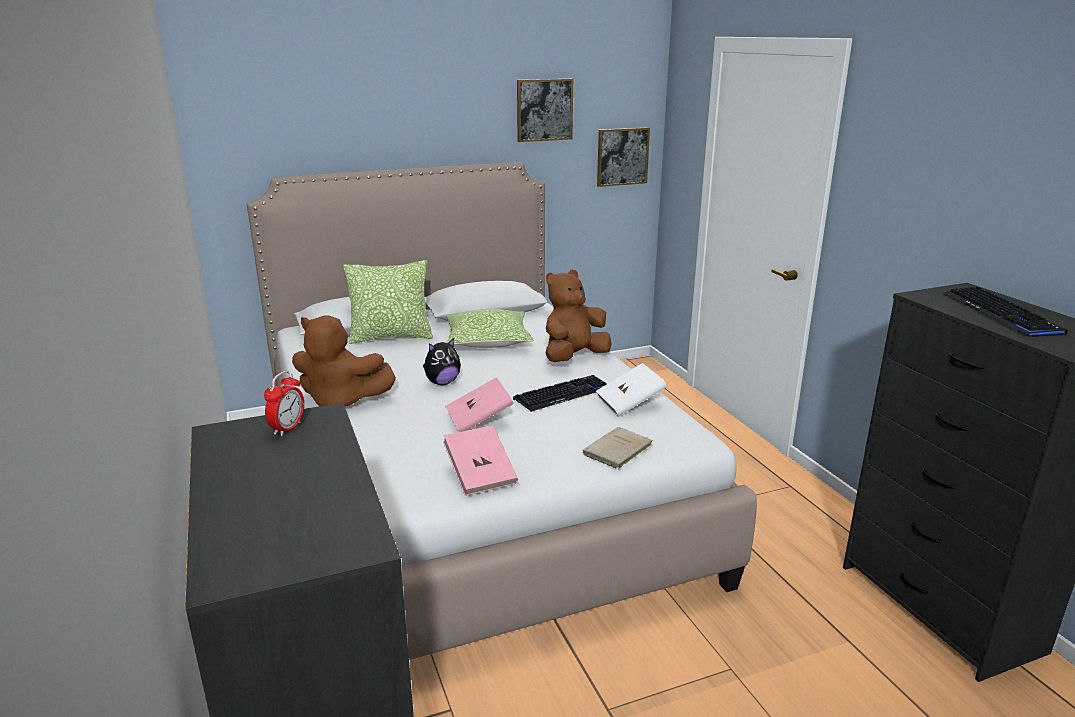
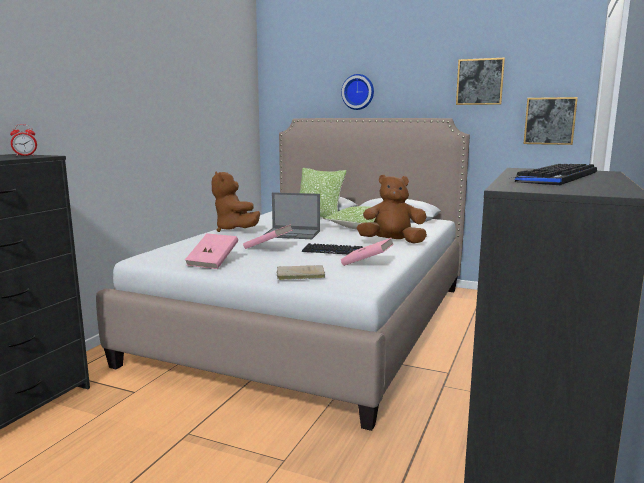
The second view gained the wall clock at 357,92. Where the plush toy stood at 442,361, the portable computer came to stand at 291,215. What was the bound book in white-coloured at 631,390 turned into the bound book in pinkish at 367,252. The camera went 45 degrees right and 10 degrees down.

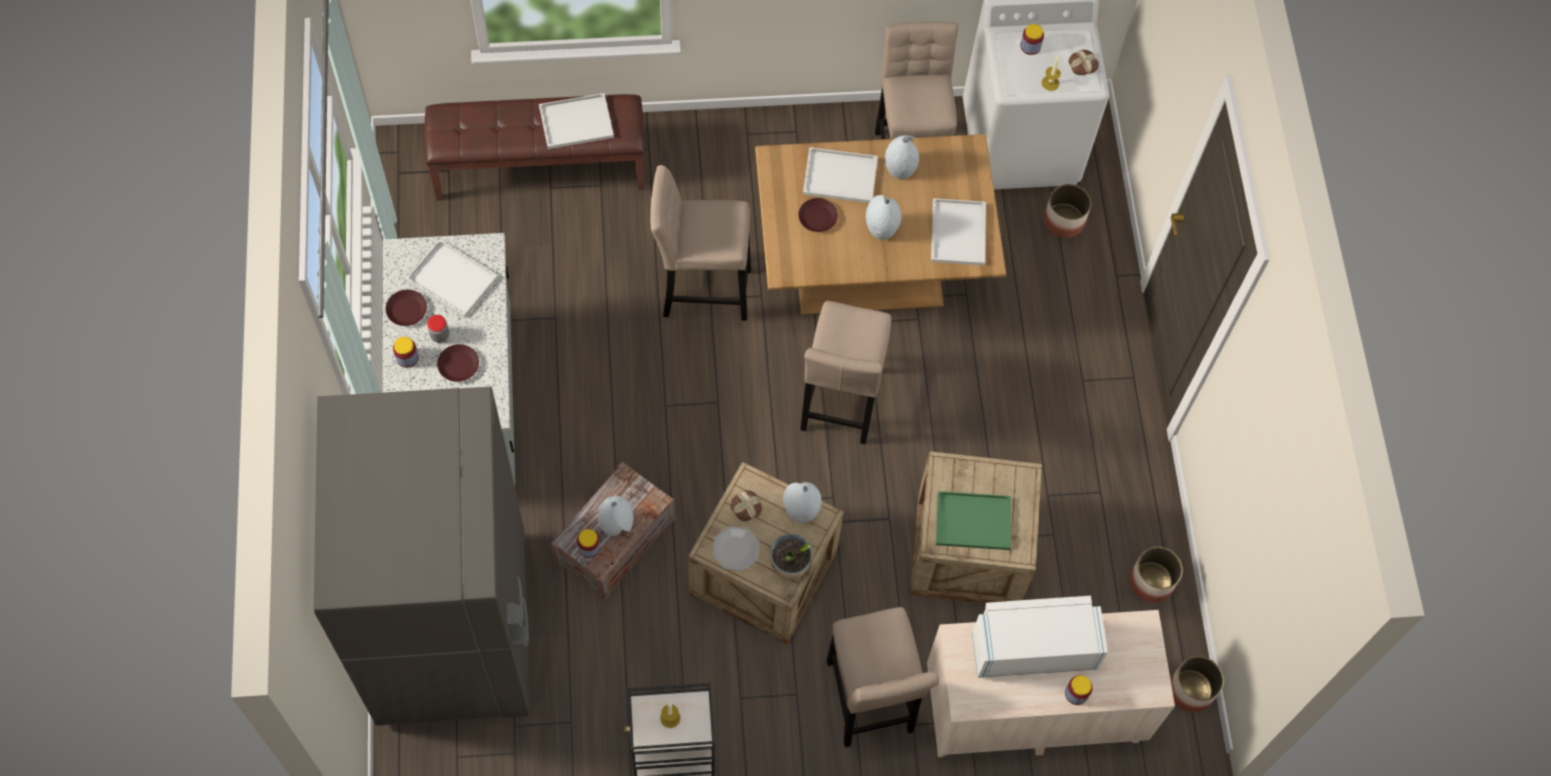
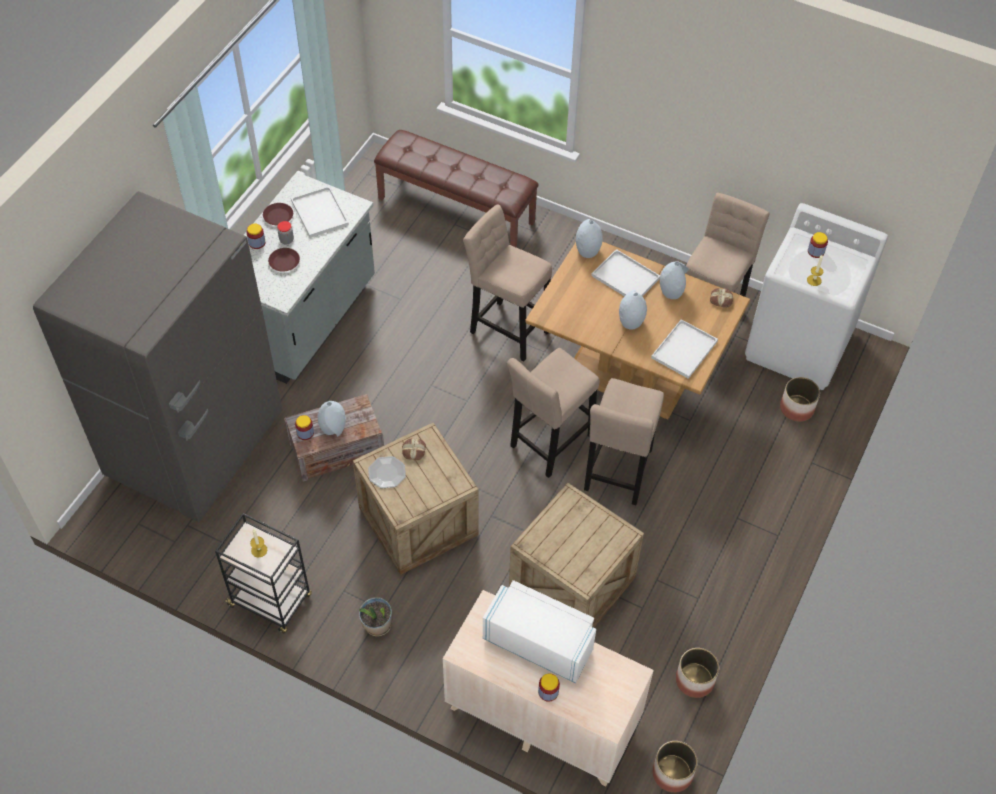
The second view lost the tray in white-coloured at 576,121. The second view lost the plate in brown-coloured at 818,215. The second view lost the tray in green-coloured at 973,520. The potted plant ended up elsewhere, having gone from 791,557 to 376,616. The vase in greyish ended up elsewhere, having gone from 802,502 to 589,238. The stool seat in beige ended up elsewhere, having gone from 883,677 to 624,441. The bakery bread ended up elsewhere, having gone from 1084,62 to 721,298. The camera went 35 degrees right and 10 degrees down.

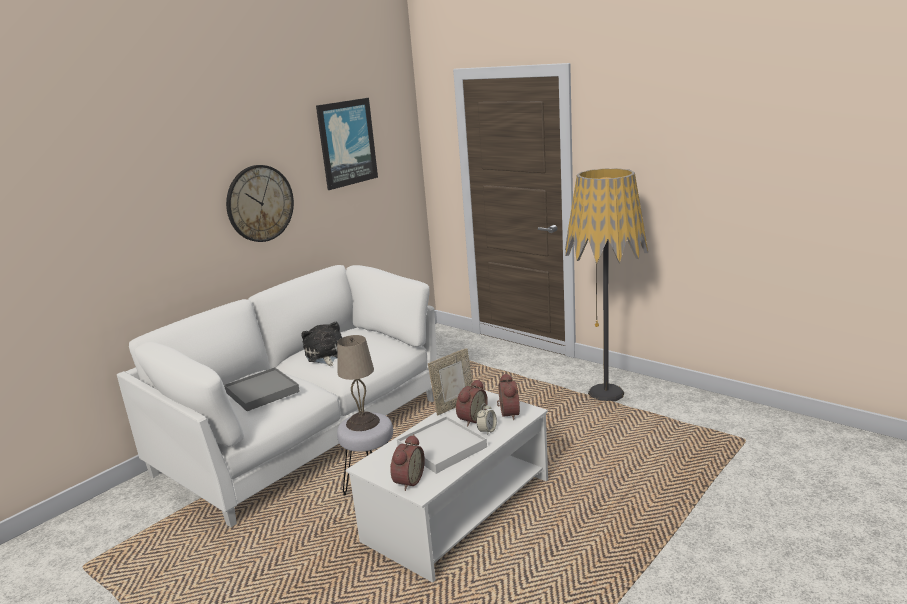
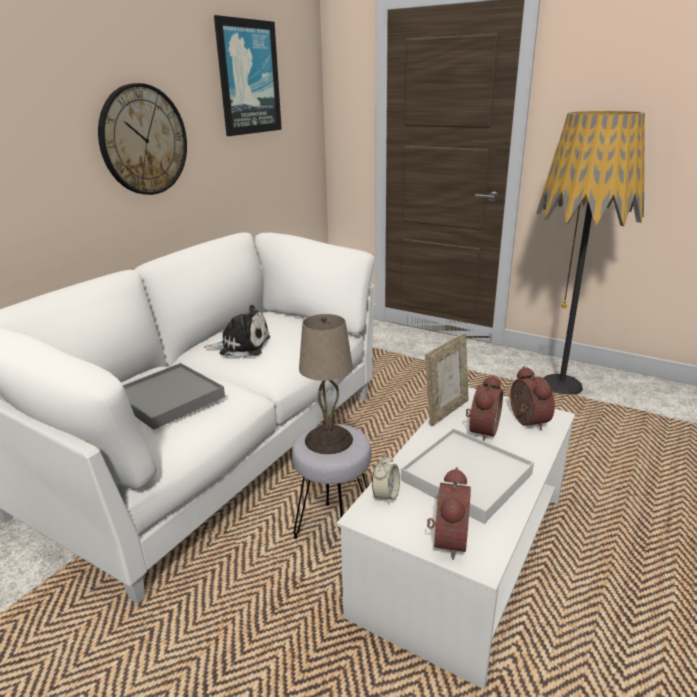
The alarm clock ended up elsewhere, having gone from 486,419 to 386,479. The plush toy at 321,344 ended up facing another way, 120 degrees clockwise from before. The camera went 10 degrees left and 5 degrees up.

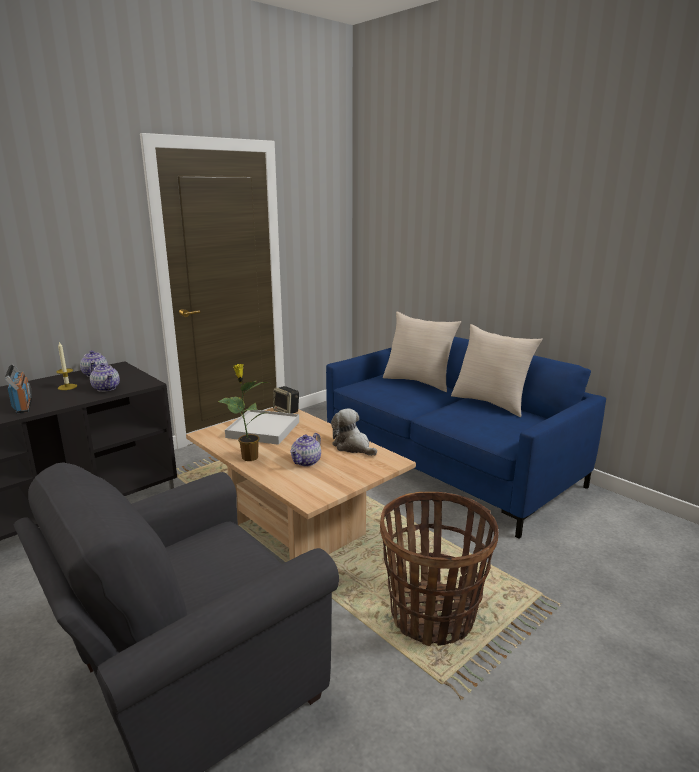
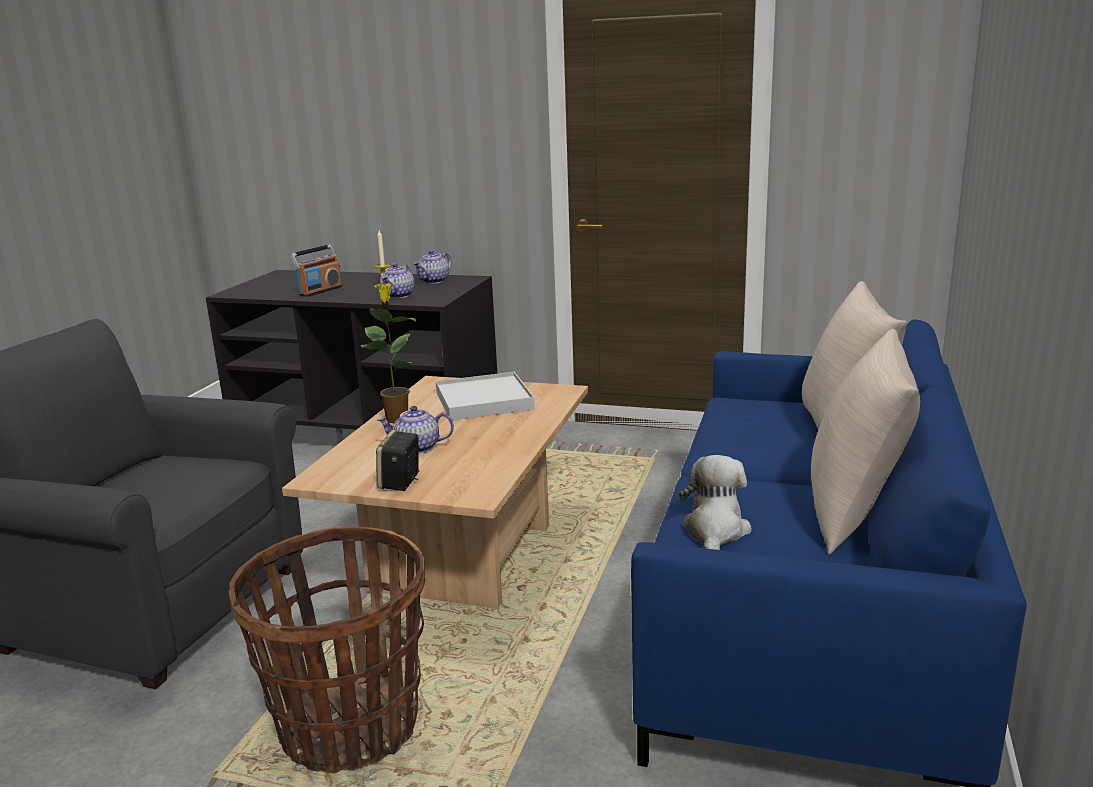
The loudspeaker ended up elsewhere, having gone from 286,400 to 397,460. The plush toy ended up elsewhere, having gone from 354,432 to 715,502. The camera went 60 degrees right and 0 degrees up.

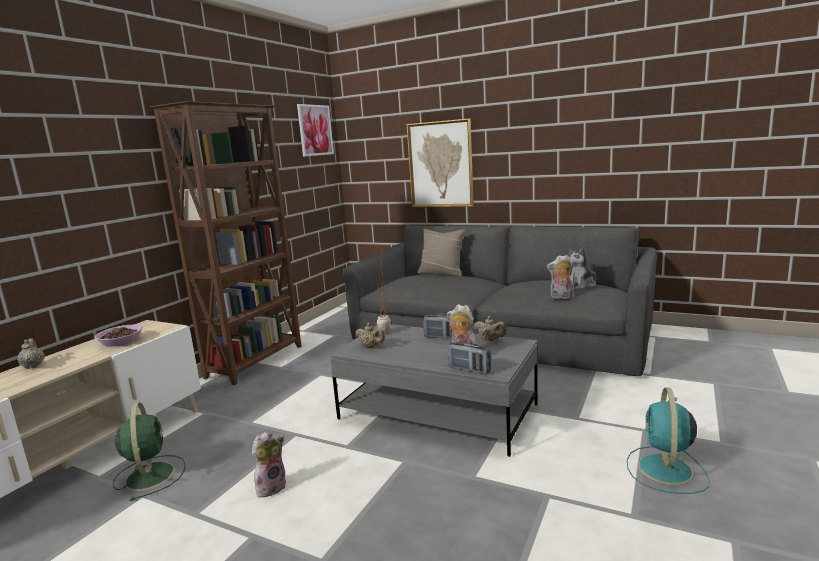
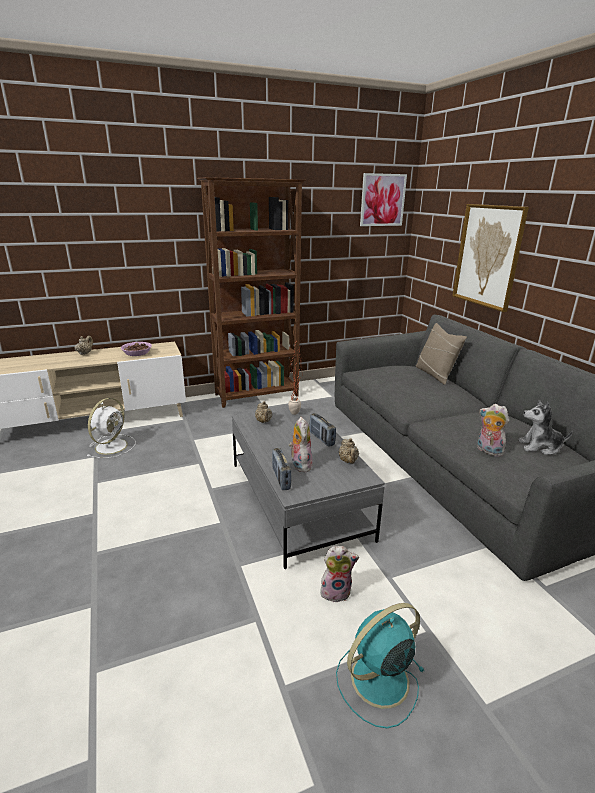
The plush toy ended up elsewhere, having gone from 269,464 to 339,574. What was the electric fan in green-coloured at 149,451 turned into the electric fan in white-coloured at 111,428. The camera went 40 degrees right and 10 degrees up.

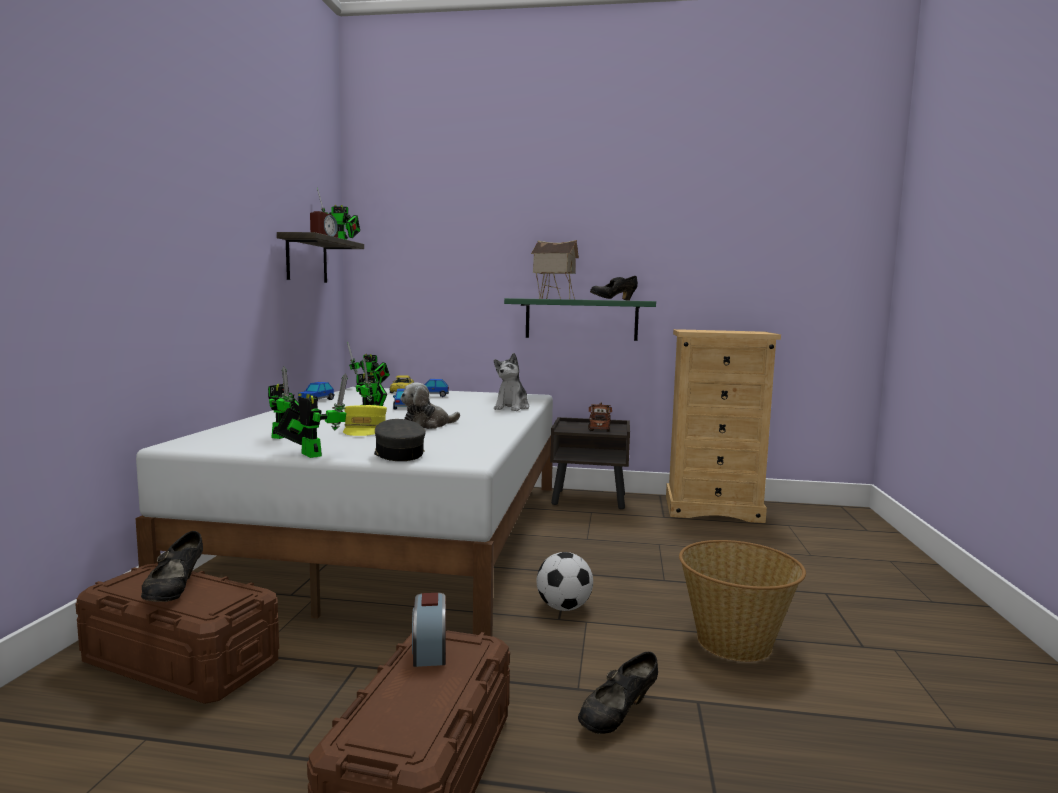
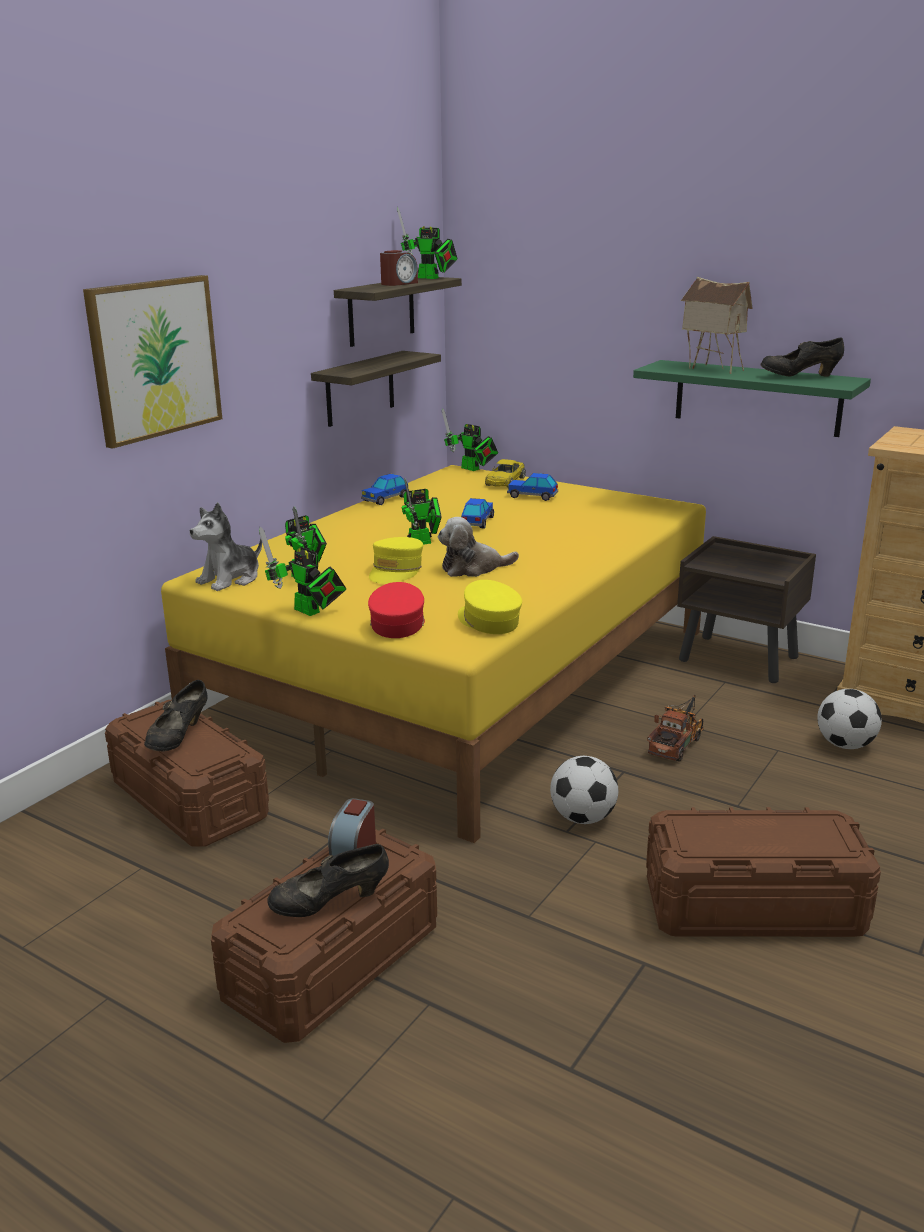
The second view gained the wall picture at 152,362. The second view gained the shelf at 376,389. The second view gained the cap in yellow at 490,607. The second view gained the football at 849,719. The plush toy ended up elsewhere, having gone from 512,382 to 226,546. The low shoe in black-coloured ended up elsewhere, having gone from 618,693 to 328,880. The toy truck ended up elsewhere, having gone from 600,417 to 675,728. Where the household basket stood at 742,601, the storage box in brown-coloured came to stand at 763,872. What was the bedroom bed in white-coloured at 344,511 turned into the bedroom bed in yellow at 433,654. What was the cap in greyish at 399,440 turned into the cap in red-coloured at 396,610. The model robot at 311,415 ended up facing another way, 150 degrees clockwise from before. The camera went 25 degrees right and 15 degrees up.

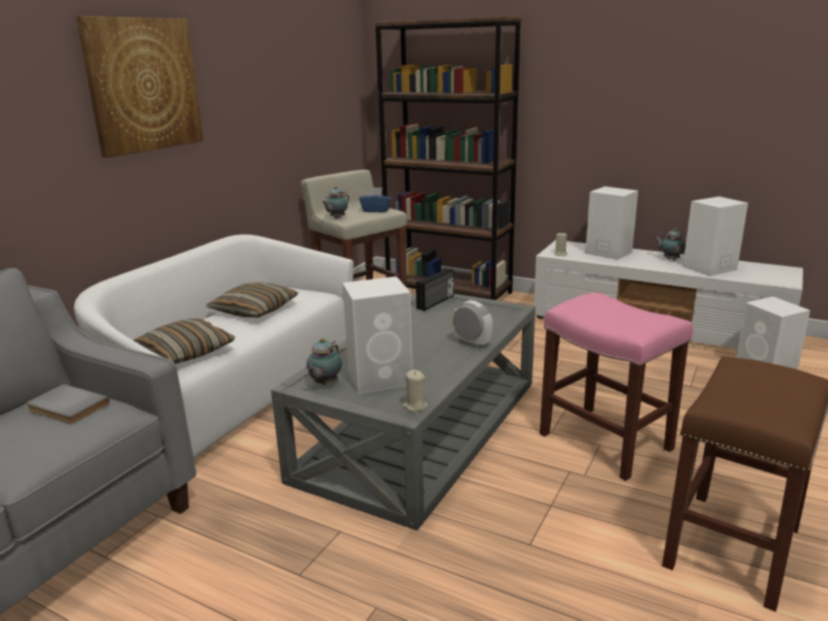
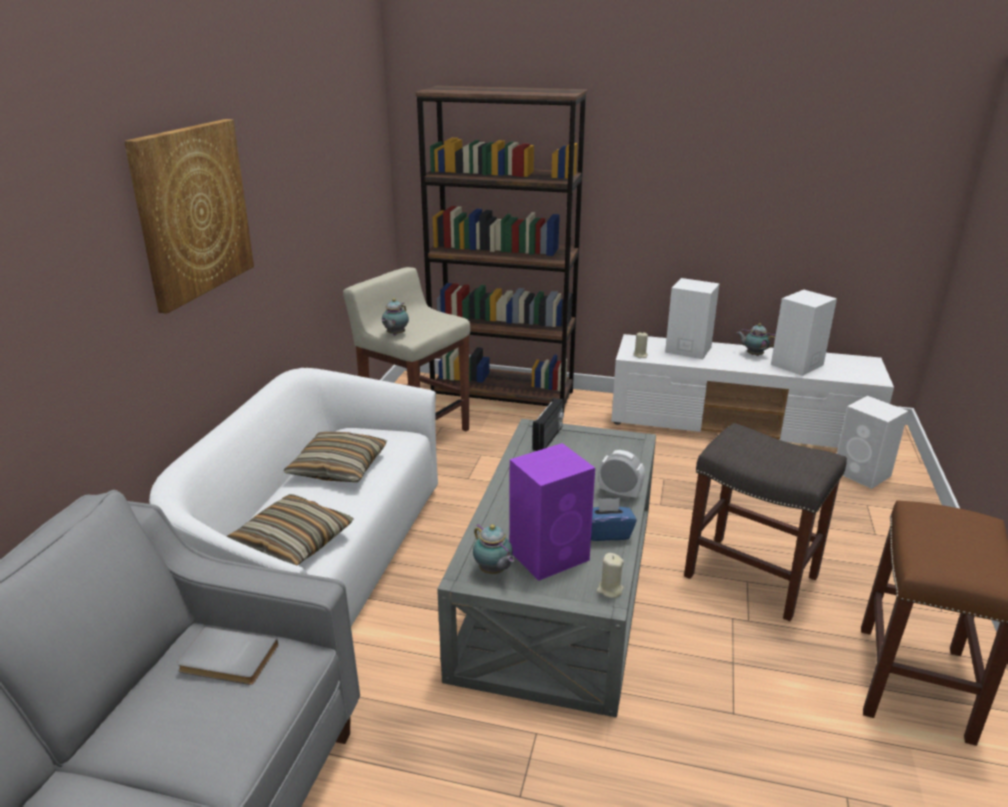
The box of tissues in blue-coloured ended up elsewhere, having gone from 375,199 to 614,519. What was the loudspeaker in white-coloured at 377,335 turned into the loudspeaker in purple-coloured at 552,512. What was the stool seat in pinkish at 616,386 turned into the stool seat in greyish at 765,522. The teapot at 324,361 ended up facing another way, 45 degrees counterclockwise from before. The camera went 15 degrees left and 5 degrees up.

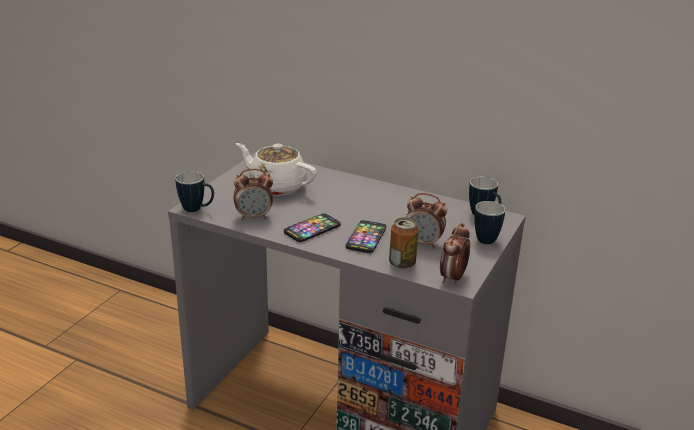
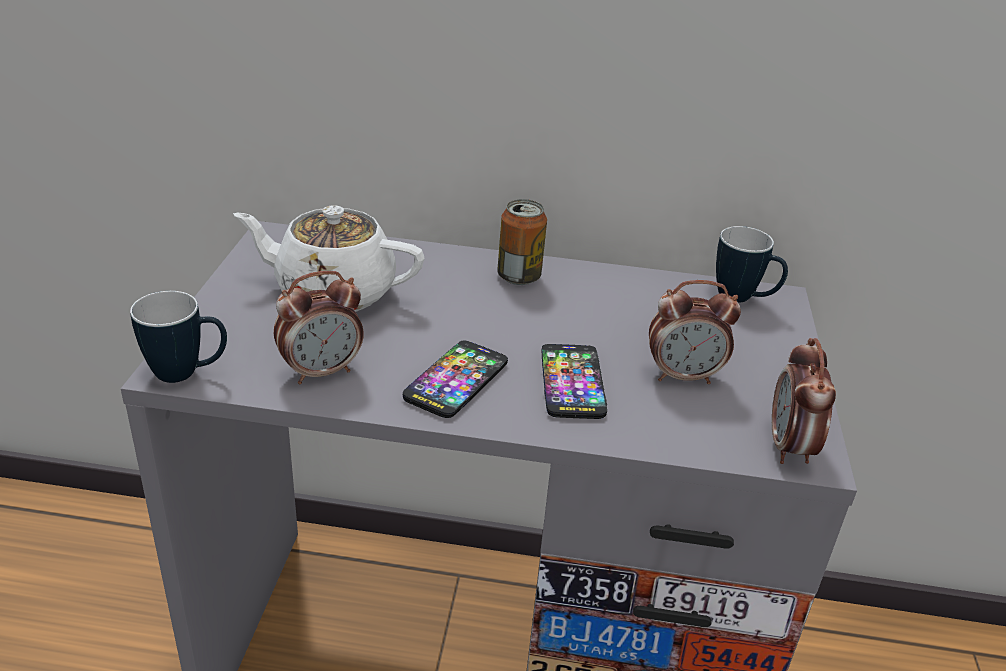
The second view lost the mug at 489,222. The sealed can ended up elsewhere, having gone from 404,243 to 522,242. The camera went 20 degrees left and 5 degrees up.

